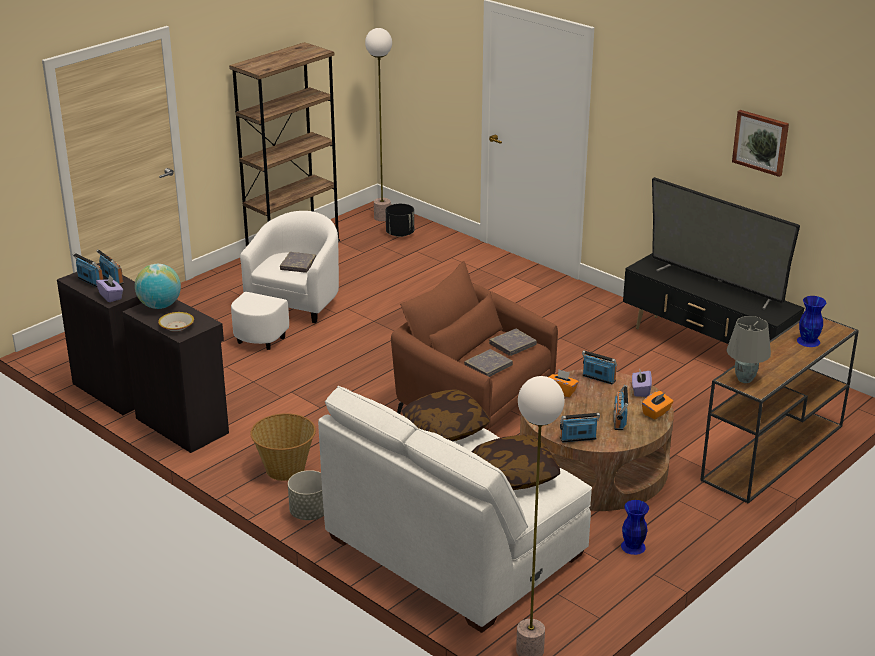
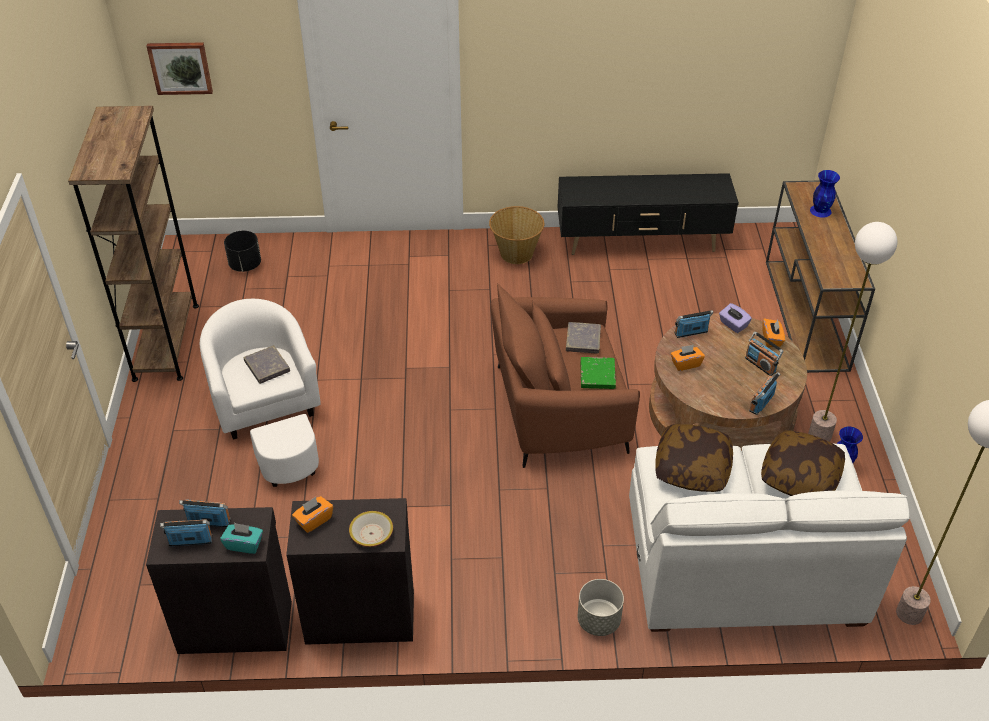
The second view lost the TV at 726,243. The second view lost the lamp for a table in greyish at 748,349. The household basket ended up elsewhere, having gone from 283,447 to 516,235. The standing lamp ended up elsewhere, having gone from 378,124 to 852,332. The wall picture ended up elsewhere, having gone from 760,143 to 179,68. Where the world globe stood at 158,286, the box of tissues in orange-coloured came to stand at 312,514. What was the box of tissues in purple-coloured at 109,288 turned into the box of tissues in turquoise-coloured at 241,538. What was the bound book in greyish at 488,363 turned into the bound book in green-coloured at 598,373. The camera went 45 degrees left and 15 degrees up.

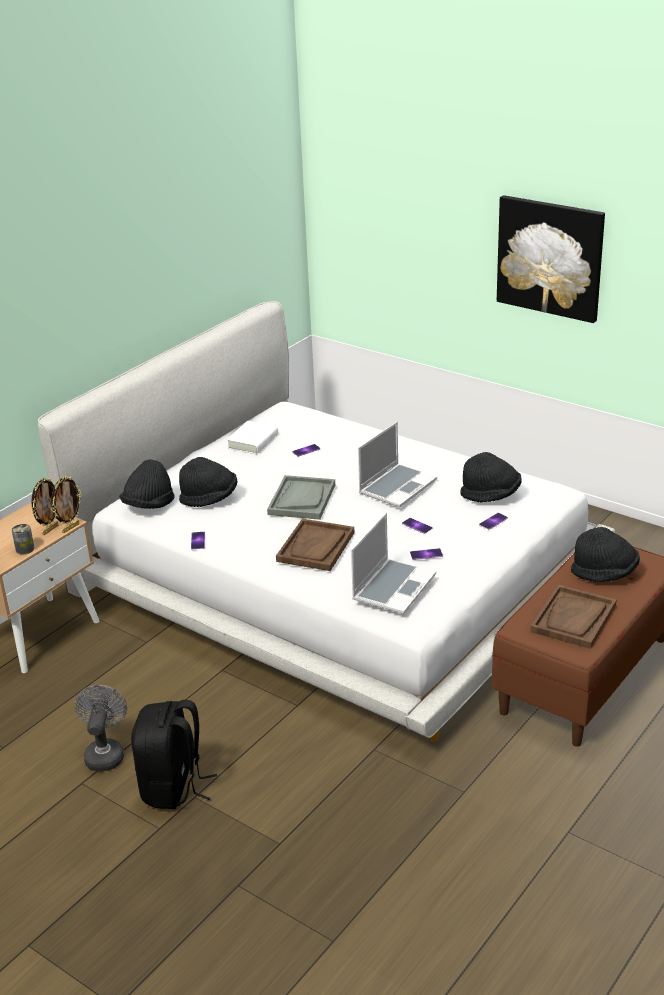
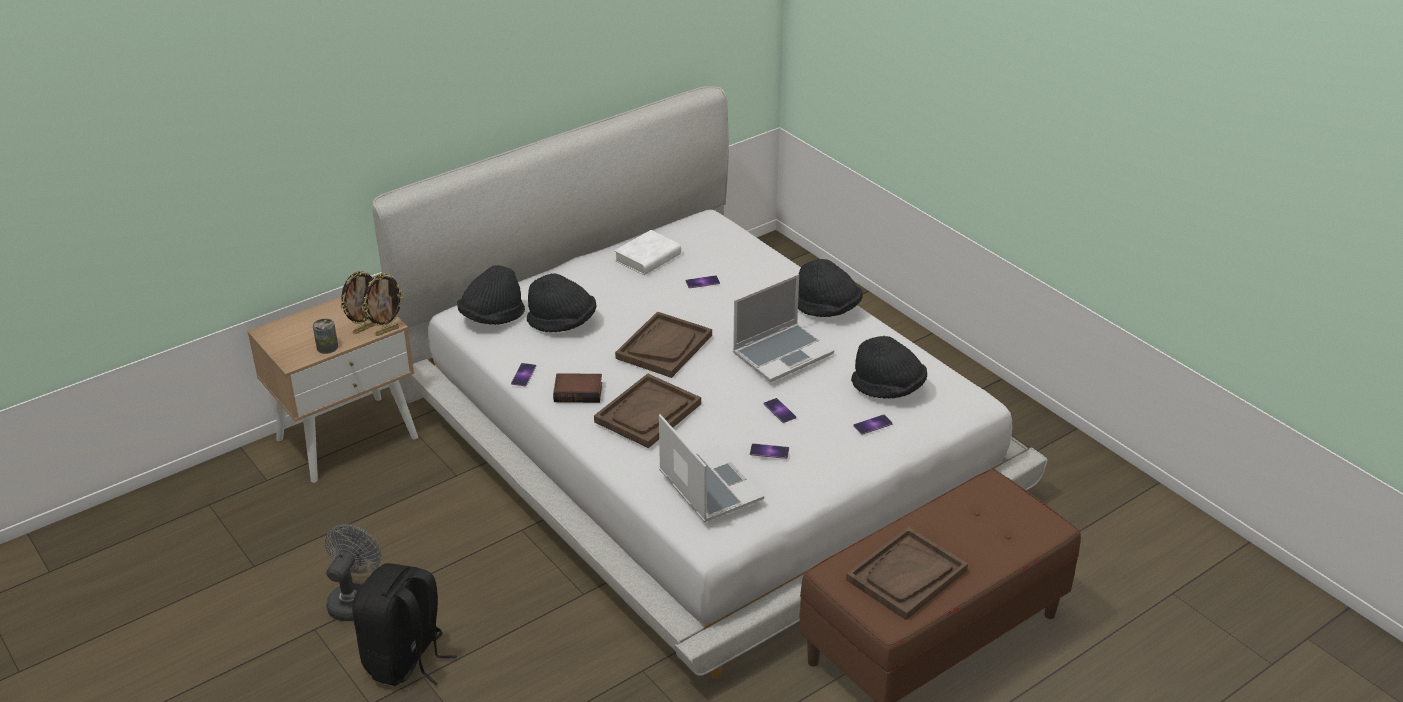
The second view lost the wall picture at 551,259. The second view gained the bound book at 577,388. The clothing hat in black-coloured ended up elsewhere, having gone from 605,554 to 830,288. What was the tray in greyish at 301,497 turned into the tray in brown-coloured at 663,345. The portable computer at 393,563 ended up facing another way, 75 degrees counterclockwise from before. The camera went 15 degrees right and 5 degrees up.

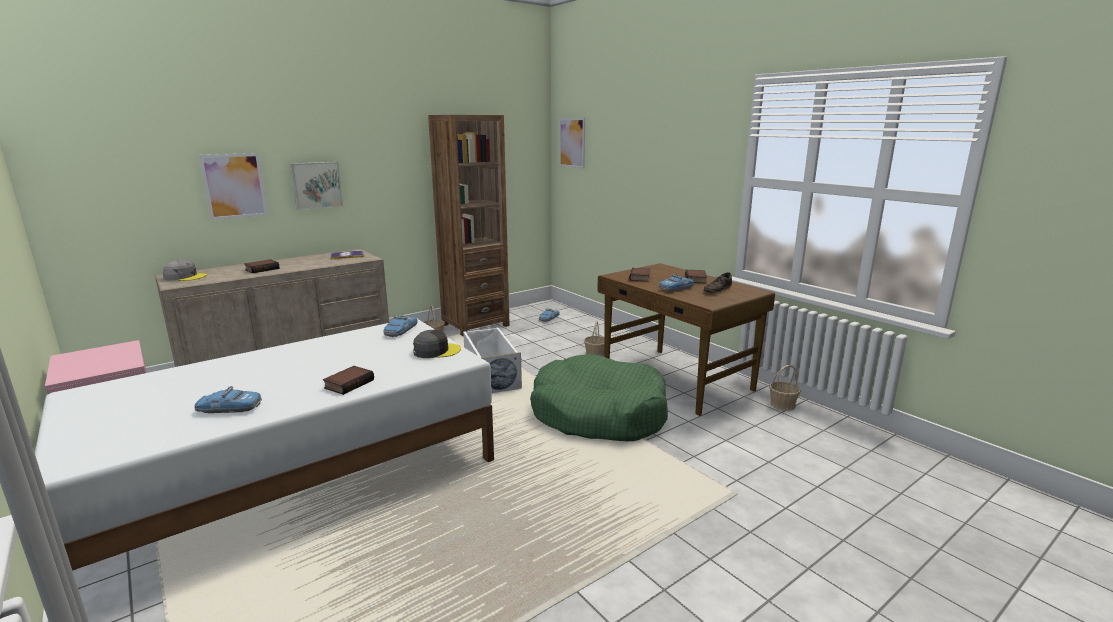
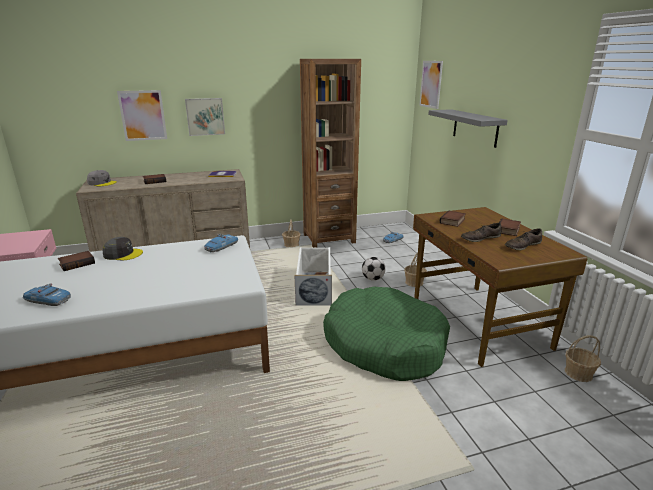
The second view gained the football at 374,269. The second view gained the shelf in greyish at 468,128. The bound book ended up elsewhere, having gone from 348,380 to 76,261. The cap in greyish ended up elsewhere, having gone from 437,344 to 123,248. Where the model car stood at 677,282, the low shoe in brown-coloured came to stand at 481,232. The camera went 20 degrees right and 5 degrees up.

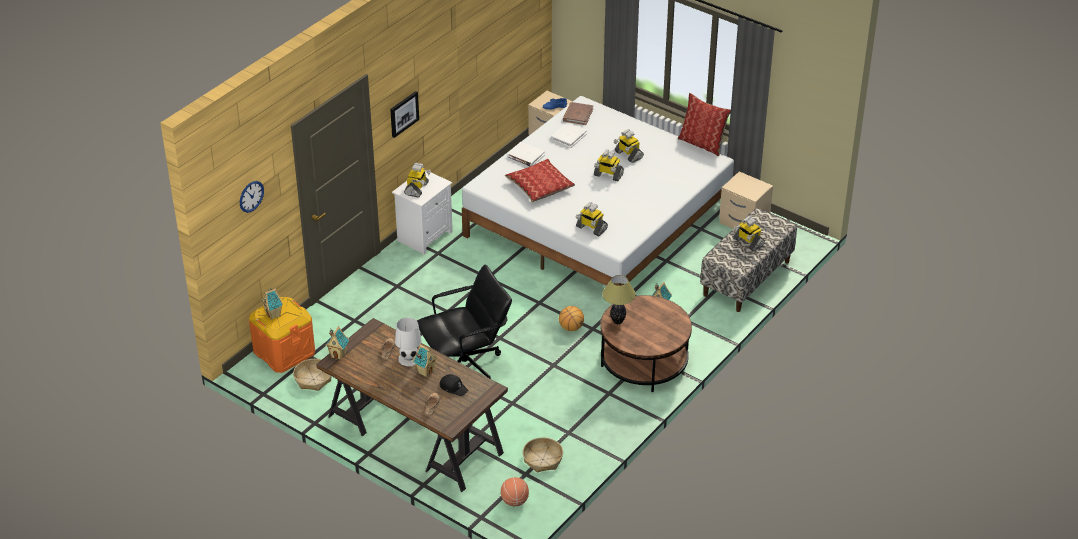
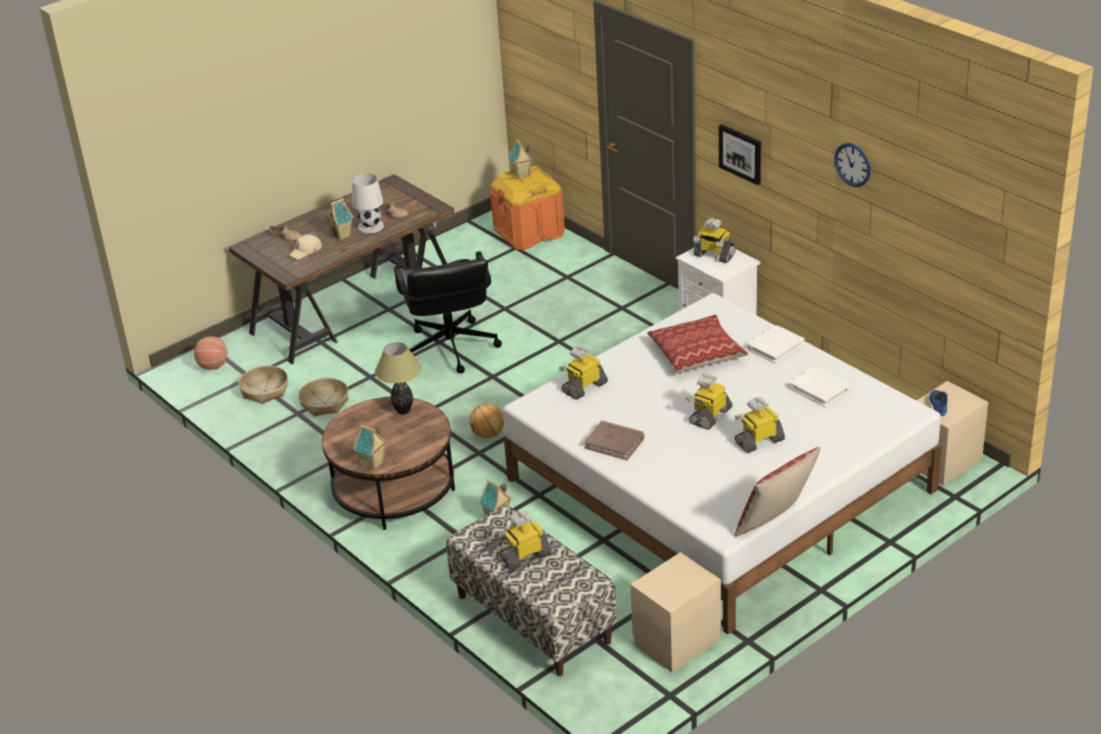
The wall clock ended up elsewhere, having gone from 252,197 to 852,165. The household basket ended up elsewhere, having gone from 312,375 to 323,397. The toy house ended up elsewhere, having gone from 337,343 to 370,447. The bound book in brown-coloured ended up elsewhere, having gone from 578,113 to 614,440. What was the cap in black-coloured at 453,385 turned into the cap in beige at 305,246. The camera went 105 degrees right and 5 degrees down.

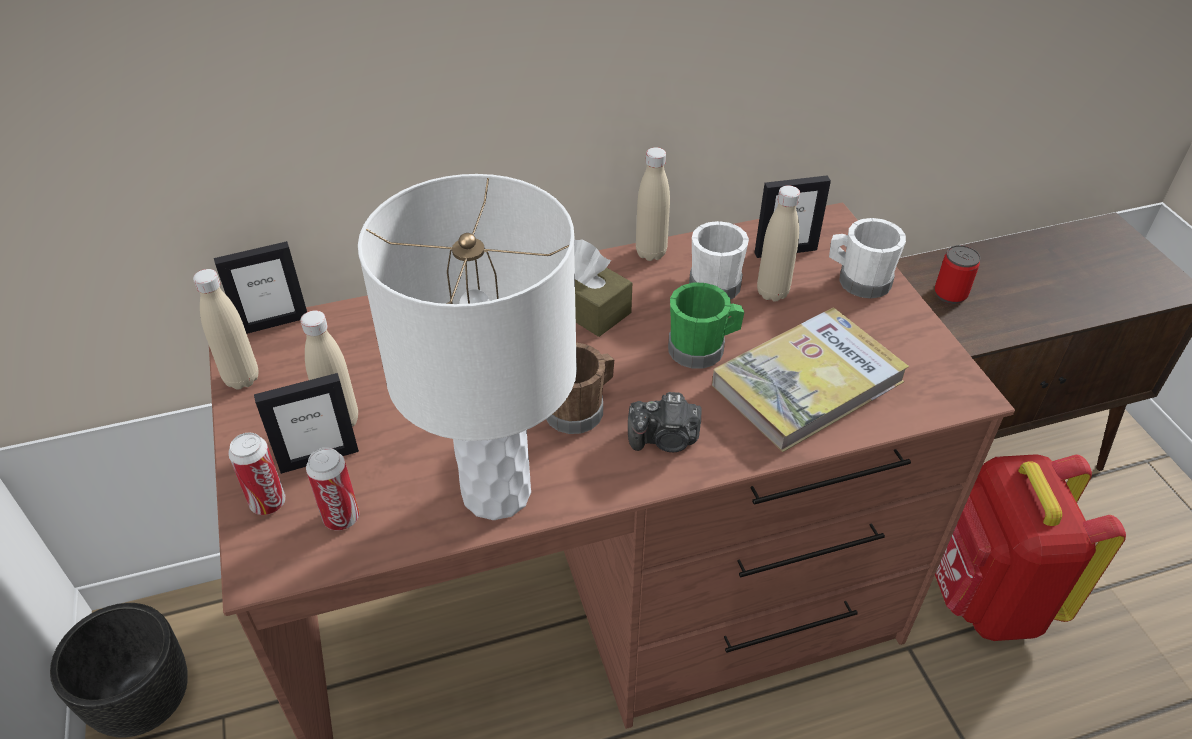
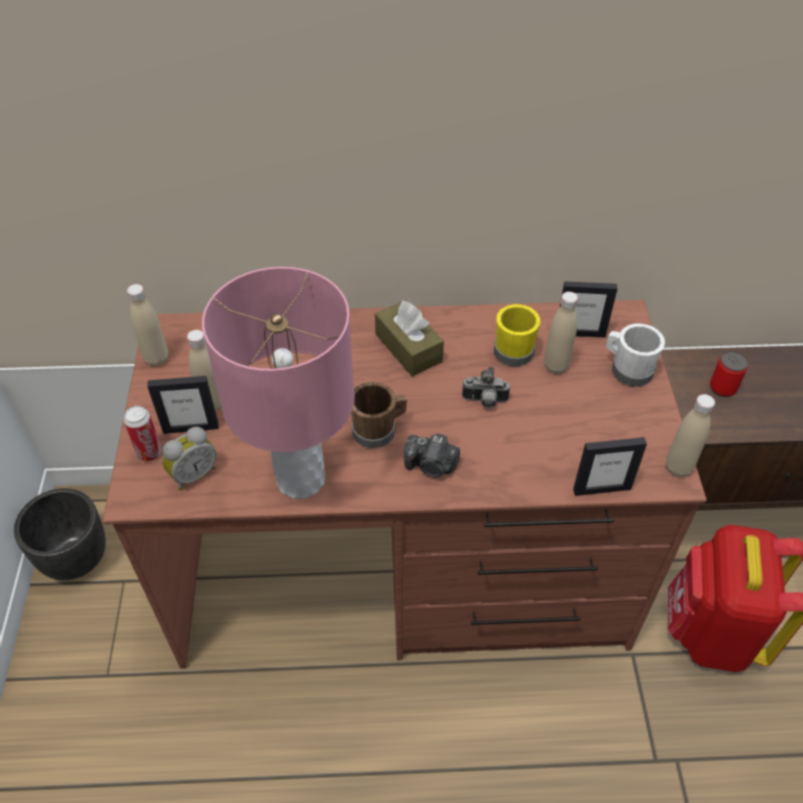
The second view lost the bound book at 810,380. The picture frame ended up elsewhere, having gone from 260,287 to 610,466. The bottle in beige ended up elsewhere, having gone from 653,204 to 690,435. Where the sealed can stood at 332,488, the alarm clock came to stand at 189,459. Where the mug in green-coloured stood at 706,326, the still camera came to stand at 486,387. What was the lamp for a table in white-coloured at 467,347 turned into the lamp for a table in pinkish at 278,383. What was the mug in white-coloured at 719,260 turned into the mug in yellow at 517,335. The camera went 15 degrees right and 5 degrees up.

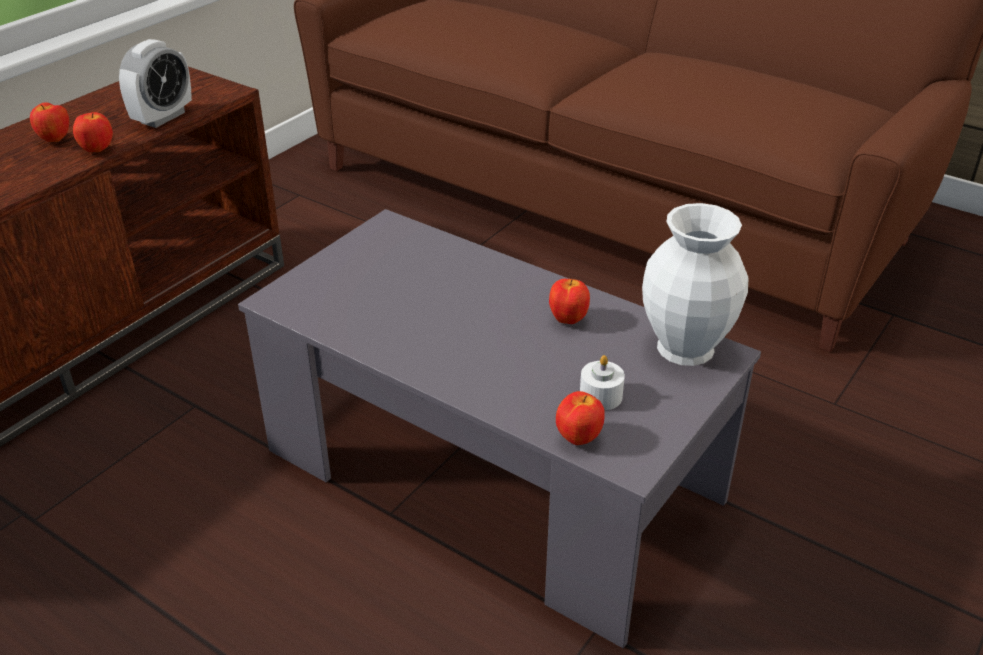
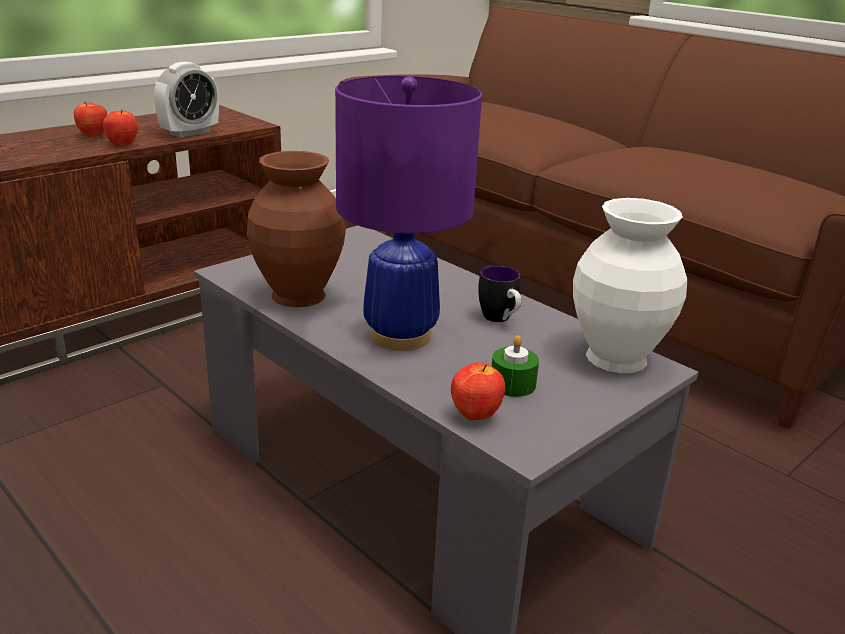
The second view gained the vase in brown-coloured at 296,229. The second view gained the lamp for a table in purple-coloured at 408,213. Where the whole apple stood at 569,301, the mug came to stand at 499,294. What was the wax candle in white-coloured at 602,382 turned into the wax candle in green-coloured at 515,366. The camera went 10 degrees right and 10 degrees down.

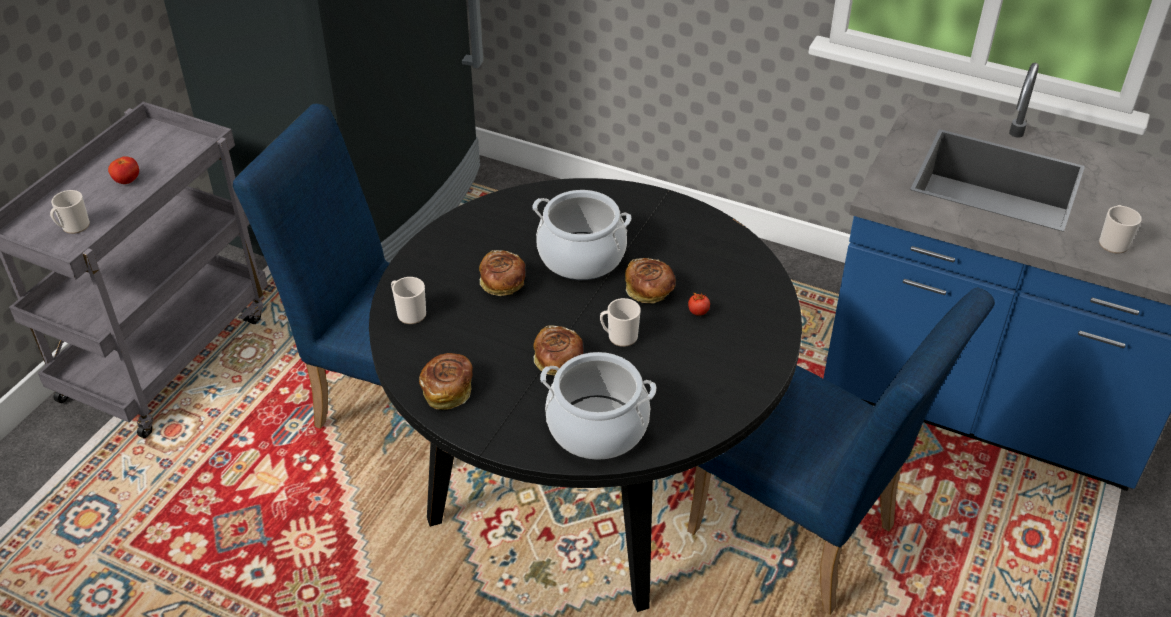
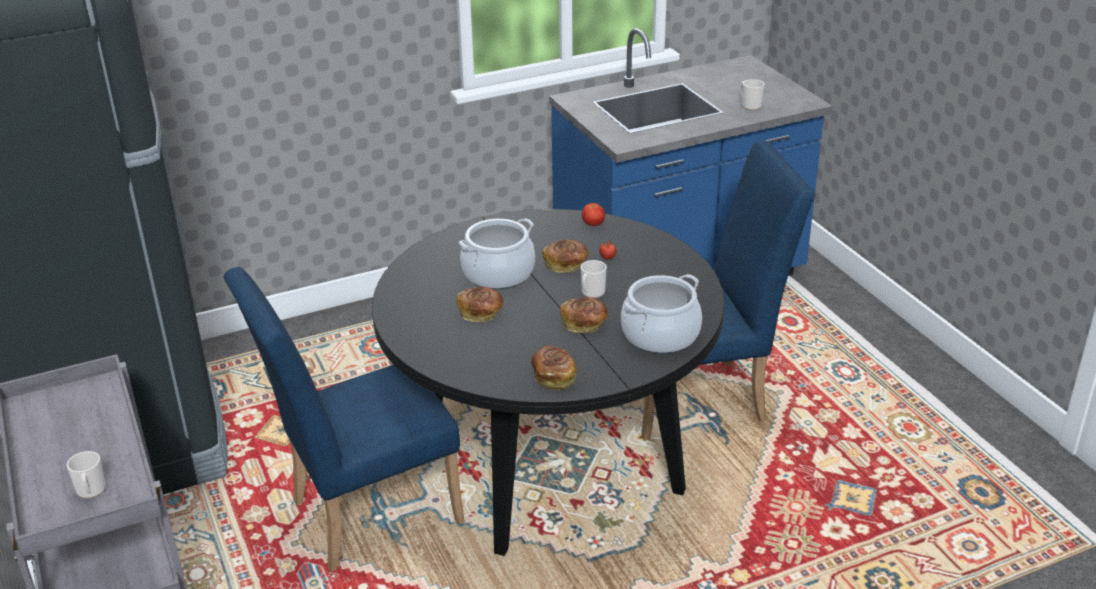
The second view lost the mug at 408,300. The fresh tomato ended up elsewhere, having gone from 123,170 to 593,214. The camera went 50 degrees left and 10 degrees down.

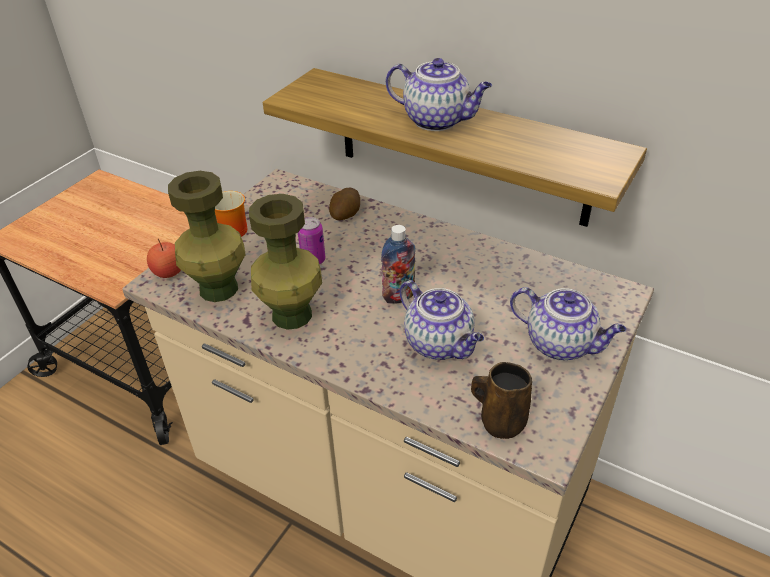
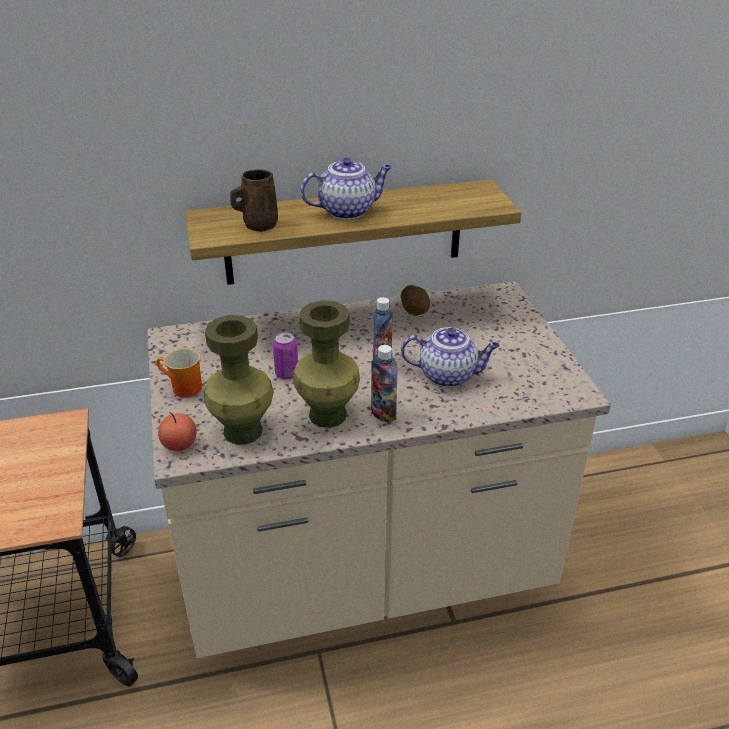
The second view lost the teapot at 568,324. The second view gained the bottle at 384,384. The potato ended up elsewhere, having gone from 344,204 to 415,300. The mug in brown-coloured ended up elsewhere, having gone from 501,400 to 254,200. The camera went 45 degrees left and 5 degrees down.

